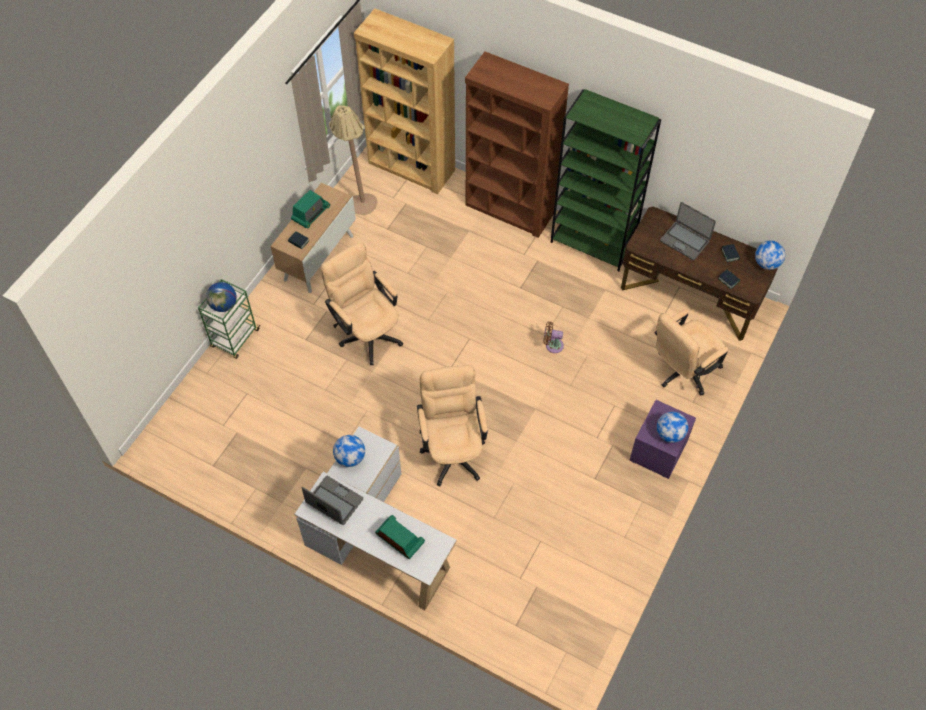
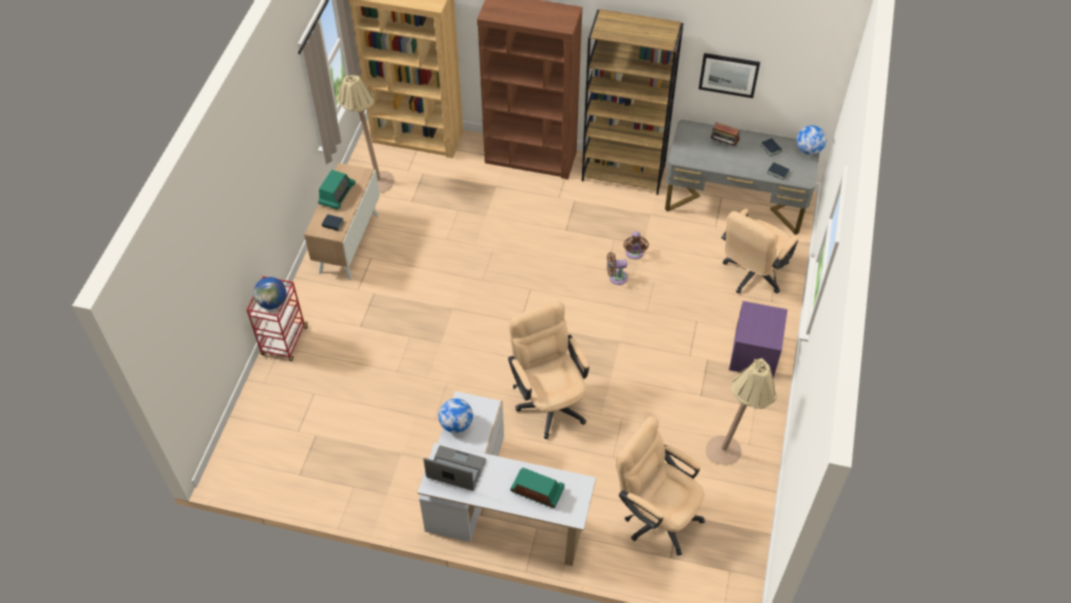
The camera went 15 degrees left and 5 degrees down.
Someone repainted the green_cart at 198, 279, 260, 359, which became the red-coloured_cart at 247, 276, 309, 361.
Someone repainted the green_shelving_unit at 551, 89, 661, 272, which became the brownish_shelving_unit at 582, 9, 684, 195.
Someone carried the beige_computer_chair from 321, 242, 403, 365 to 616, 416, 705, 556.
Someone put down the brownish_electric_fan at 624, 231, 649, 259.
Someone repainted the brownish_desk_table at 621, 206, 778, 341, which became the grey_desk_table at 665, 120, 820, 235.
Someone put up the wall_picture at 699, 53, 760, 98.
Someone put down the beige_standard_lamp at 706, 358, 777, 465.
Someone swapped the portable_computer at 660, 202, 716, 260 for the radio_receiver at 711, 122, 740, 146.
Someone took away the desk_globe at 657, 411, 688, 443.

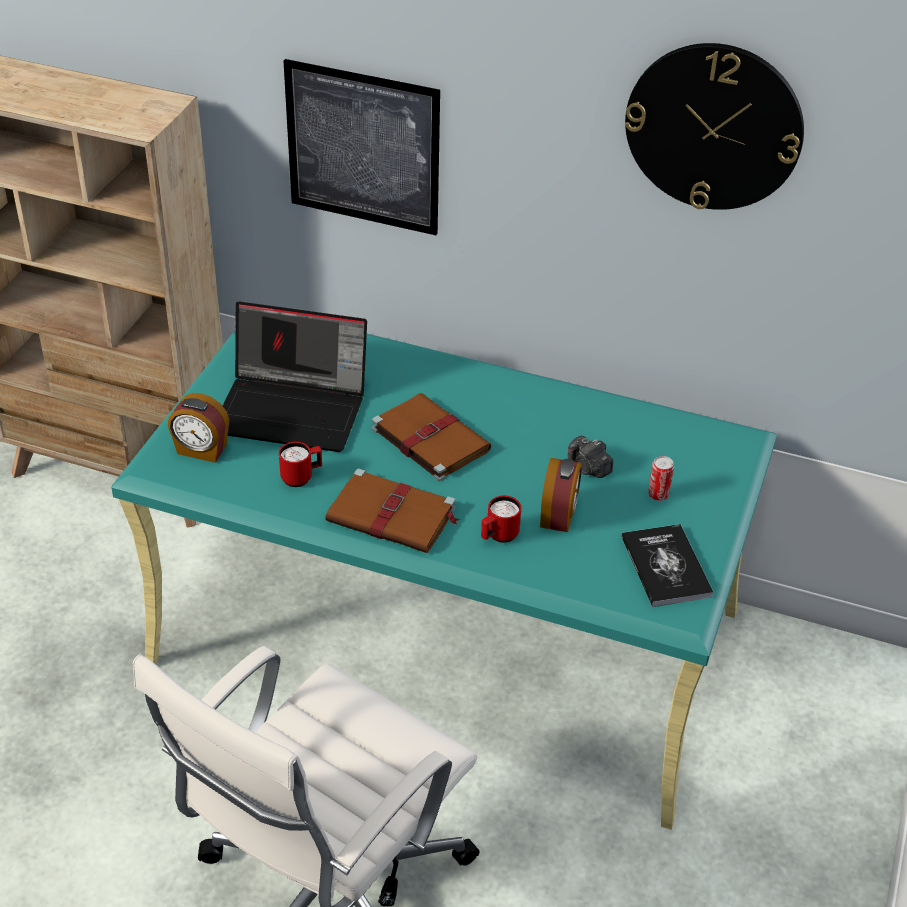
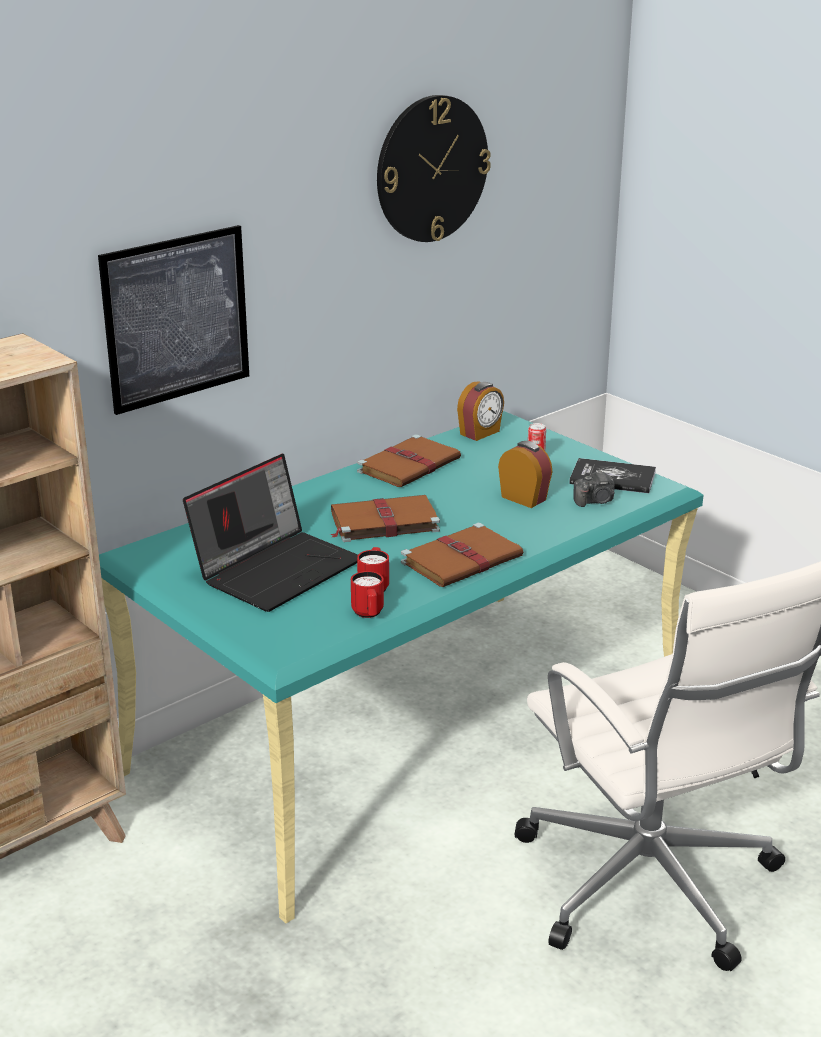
The camera went 60 degrees left and 15 degrees down.
Someone carried the red-coloured_mug from 481, 496, 521, 543 to 351, 571, 384, 618.
Someone put down the brownish_book at 357, 434, 461, 487.
Someone carried the alarm_clock from 168, 393, 229, 463 to 457, 381, 504, 441.
Someone carried the still_camera from 568, 435, 613, 478 to 573, 470, 615, 507.

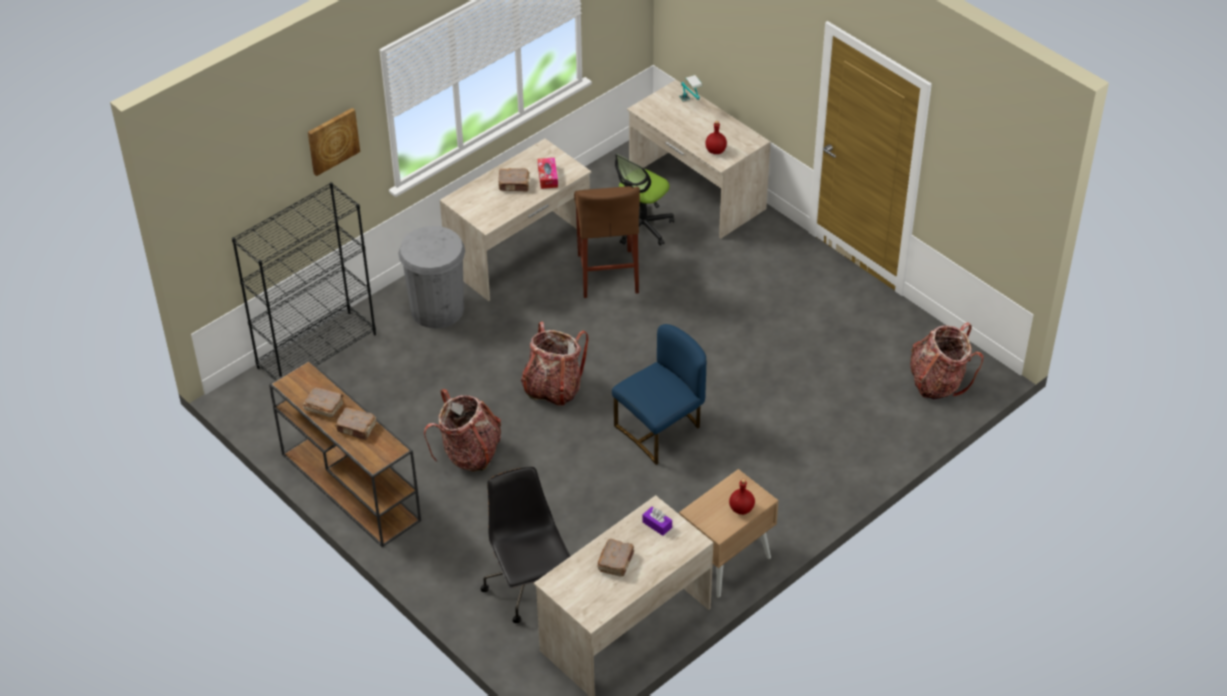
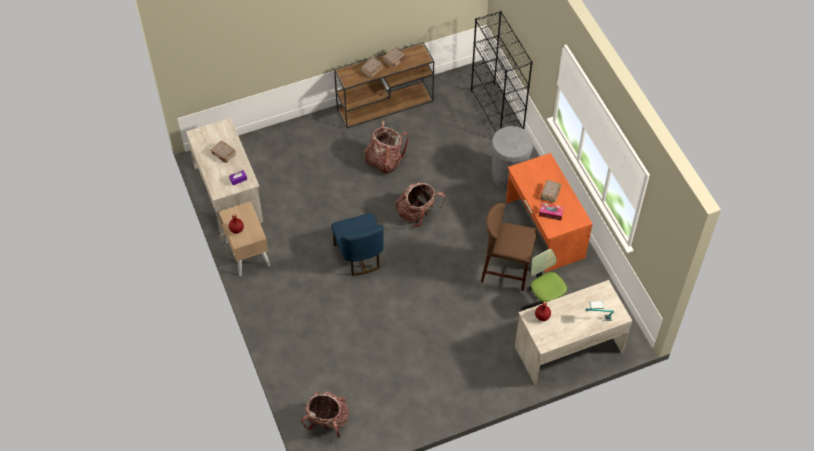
The camera went 110 degrees right and 10 degrees up.
Someone repainted the beige_desk_table at 440, 139, 591, 301, which became the orange-coloured_desk_table at 506, 153, 593, 273.
Someone took away the wall_picture at 308, 108, 360, 176.
Someone took away the black_computer_chair at 481, 467, 570, 623.

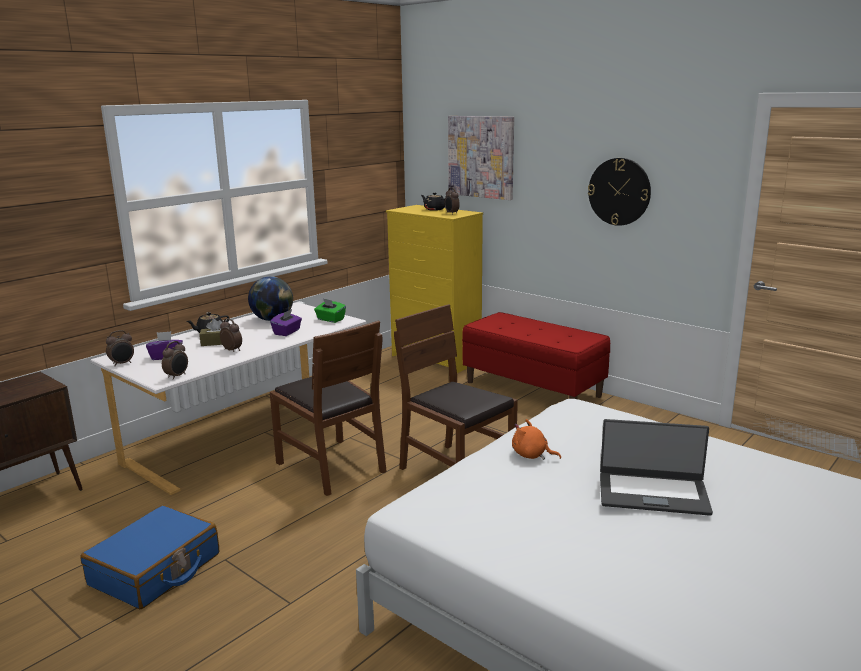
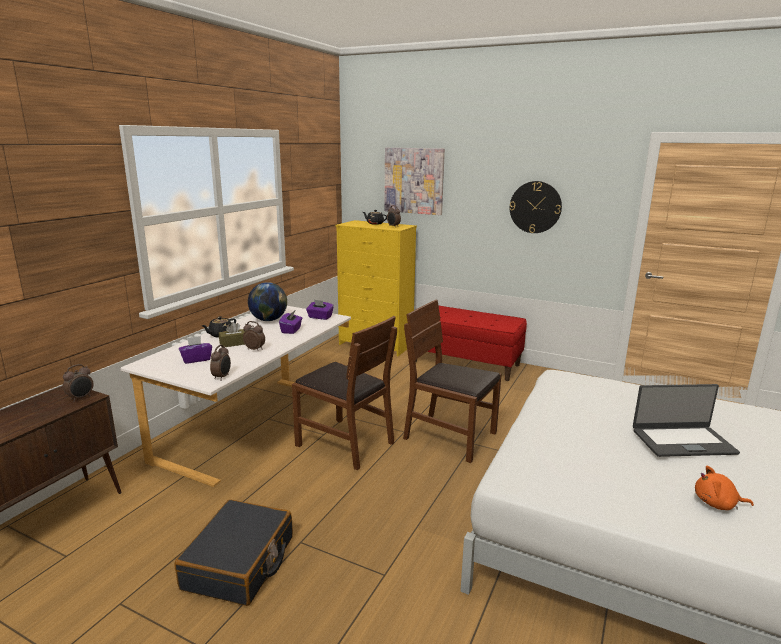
The camera went 15 degrees left and 0 degrees up.
Someone carried the alarm_clock from 106, 330, 134, 366 to 63, 364, 93, 402.
Someone repainted the blue_travel_case at 80, 505, 219, 609, which became the black_travel_case at 174, 500, 293, 606.
Someone repainted the green_tissue_holder at 314, 298, 346, 323, which became the purple-coloured_tissue_holder at 306, 300, 334, 320.
Someone carried the orange-coloured_plush_toy from 512, 419, 561, 460 to 695, 466, 754, 510.

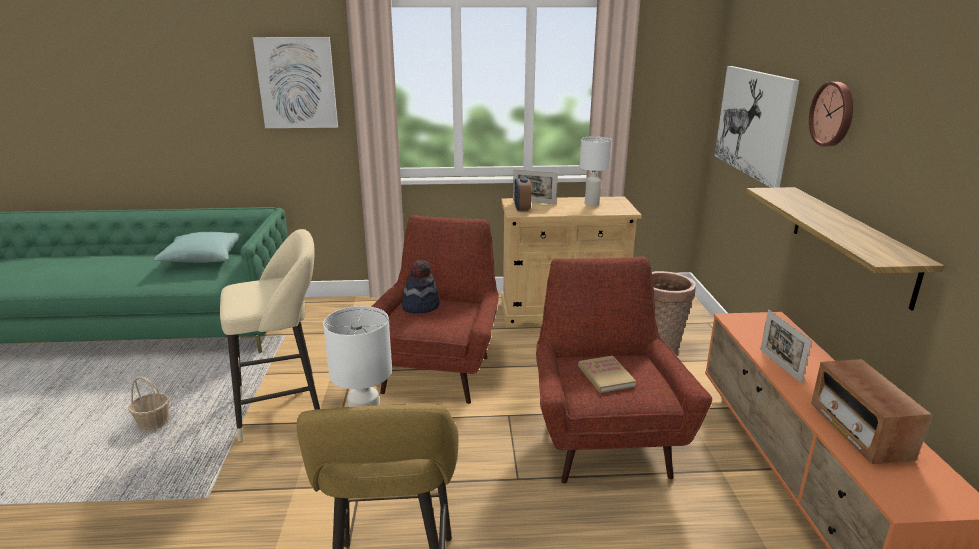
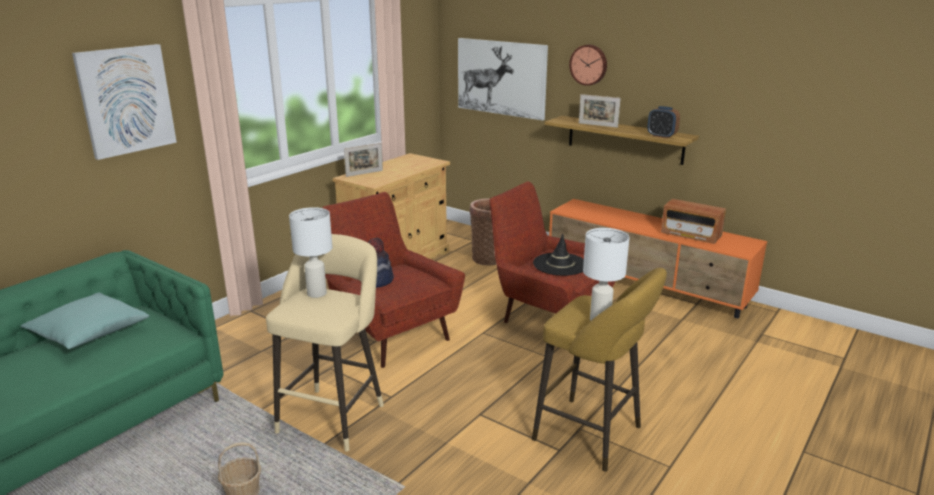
The camera went 50 degrees left and 0 degrees up.
Someone carried the whitish_lamp_for_a_table from 579, 136, 611, 206 to 289, 207, 333, 298.
Someone swapped the book at 578, 356, 636, 393 for the black_clothing_hat at 533, 233, 584, 276.
Someone carried the standing_frame from 760, 310, 812, 383 to 579, 94, 621, 128.
Someone carried the alarm_clock from 514, 177, 531, 211 to 647, 106, 680, 139.

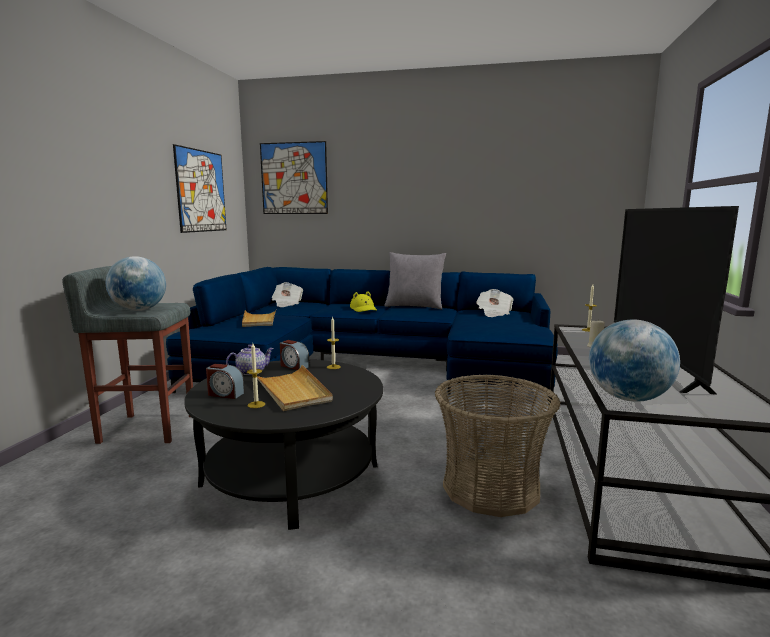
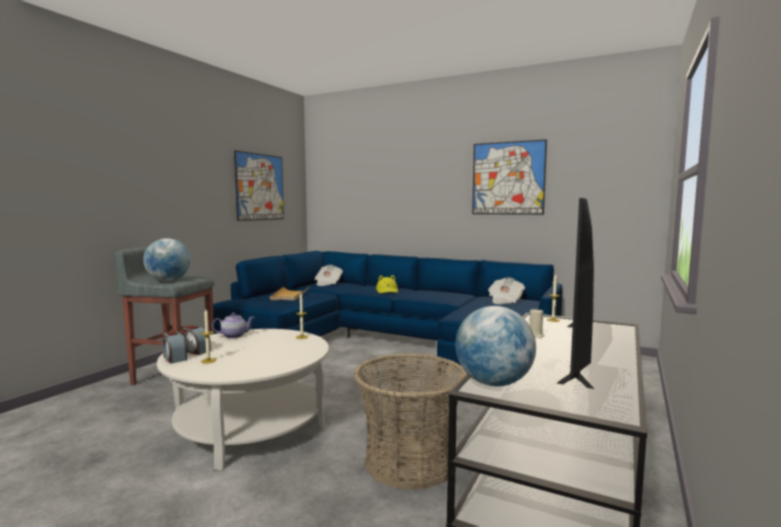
The camera went 15 degrees right and 5 degrees down.
Someone repainted the black_lounge_table at 184, 360, 383, 530, which became the whitish_lounge_table at 157, 329, 329, 470.
Someone carried the alarm_clock from 280, 340, 310, 370 to 162, 331, 187, 364.
Someone carried the wall_picture from 260, 141, 328, 214 to 472, 139, 547, 215.
Someone took away the beige_serving_tray at 257, 365, 333, 411.
Someone took away the grey_throw_pillow at 384, 252, 446, 310.

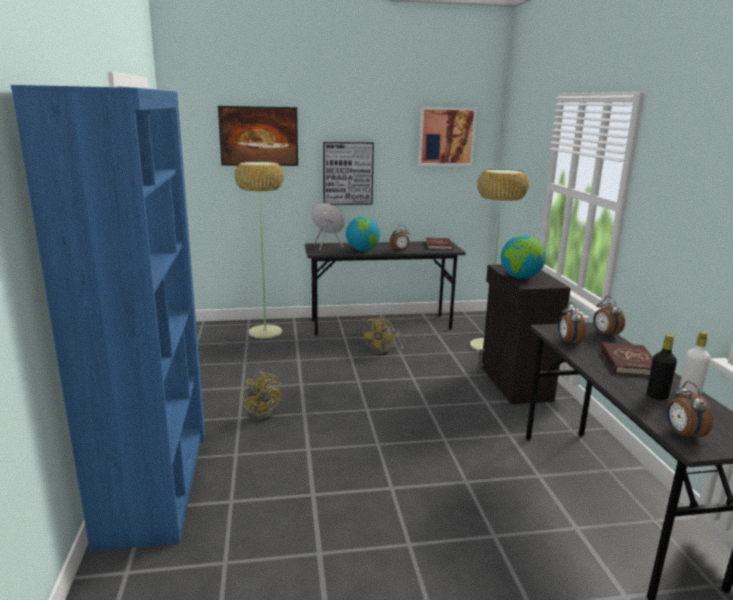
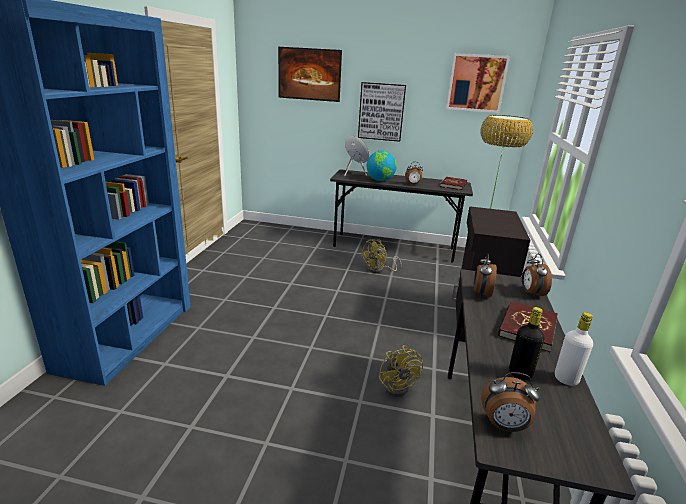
The camera went 20 degrees right and 5 degrees up.
Someone carried the yellow_electric_fan from 243, 371, 282, 422 to 379, 345, 423, 397.
Someone rotated the alarm_clock at 666, 381, 713, 441 by 90 degrees counterclockwise.
Someone took away the standard_lamp at 235, 161, 284, 339.
Someone took away the desk_globe at 501, 235, 546, 279.

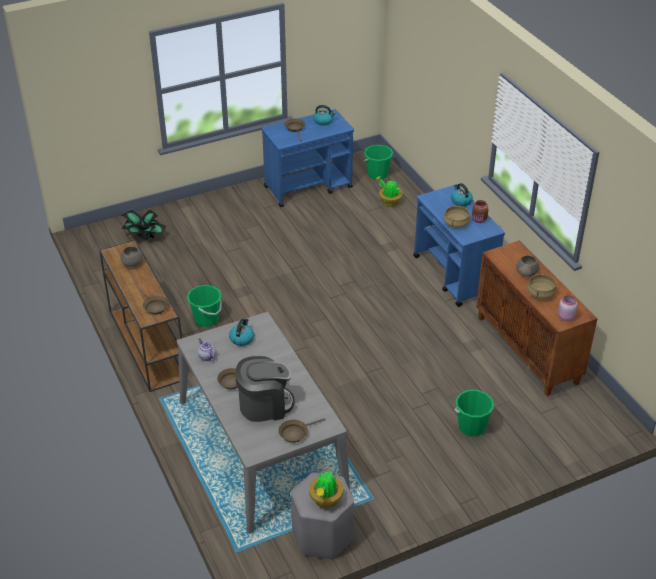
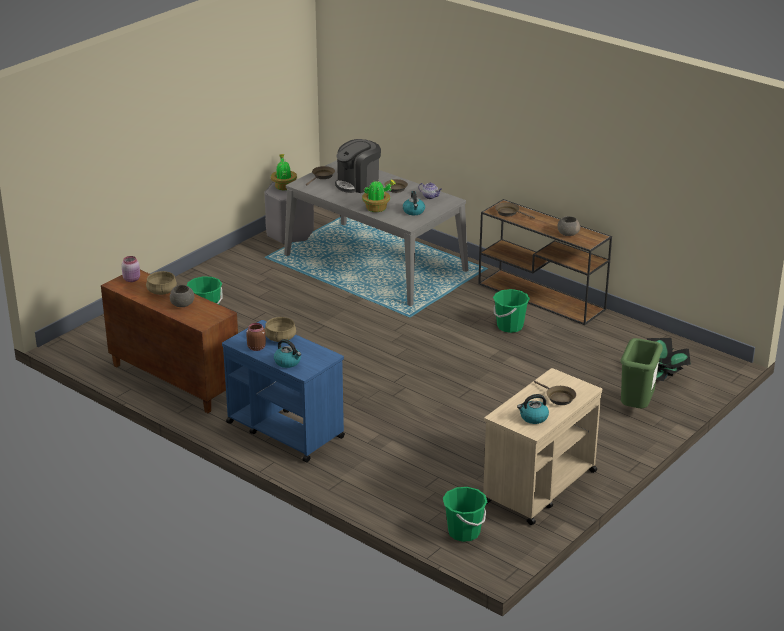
The camera went 155 degrees right and 10 degrees down.
Someone carried the potted_plant from 376, 176, 403, 207 to 362, 179, 396, 212.
Someone repainted the blue_cart at 261, 109, 354, 207, which became the beige_cart at 483, 368, 603, 525.
Someone put down the green_rubbish_bin at 620, 338, 663, 408.

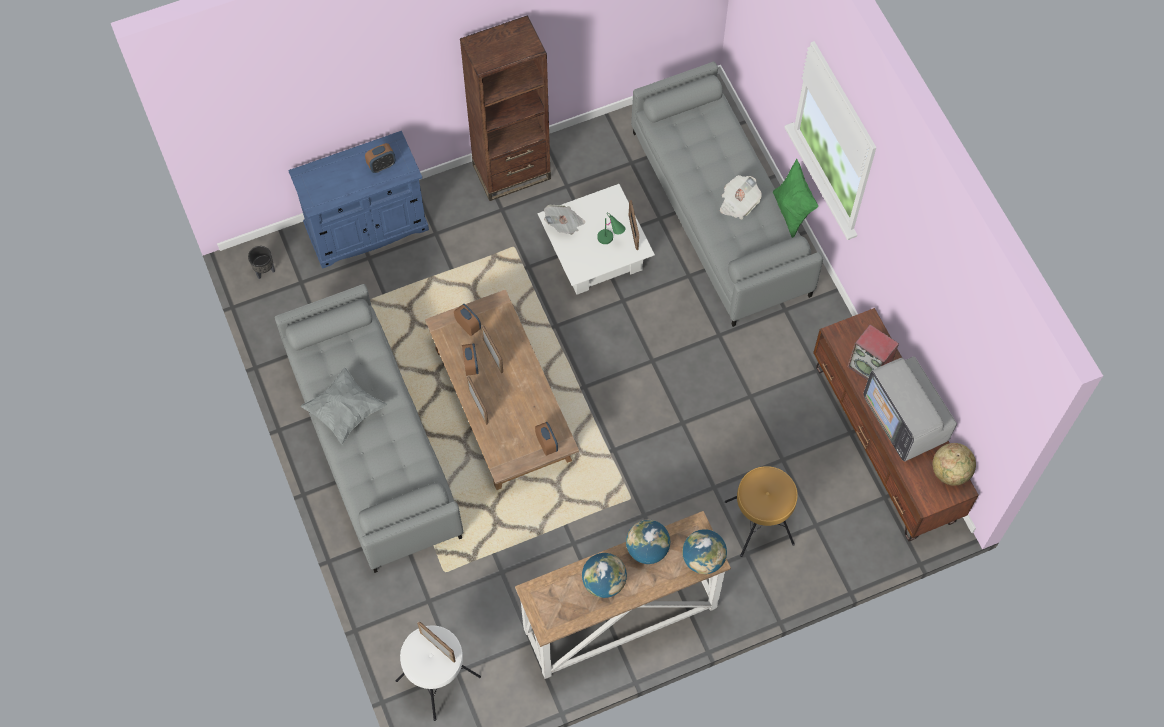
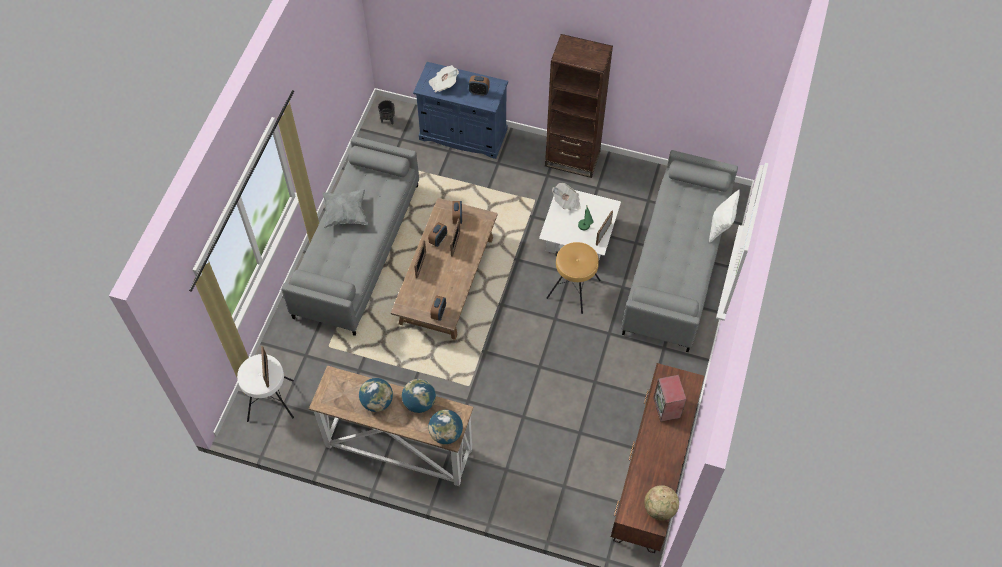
The camera went 40 degrees right and 5 degrees down.
Someone carried the printed_paper from 720, 175, 761, 219 to 429, 65, 459, 93.
Someone carried the brownish_sitting_stool from 725, 466, 798, 557 to 546, 242, 601, 314.
Someone put down the whitish_throw_pillow at 709, 189, 740, 243.
Someone took away the green_throw_pillow at 773, 159, 818, 238.
Someone took away the TV at 863, 356, 957, 461.

